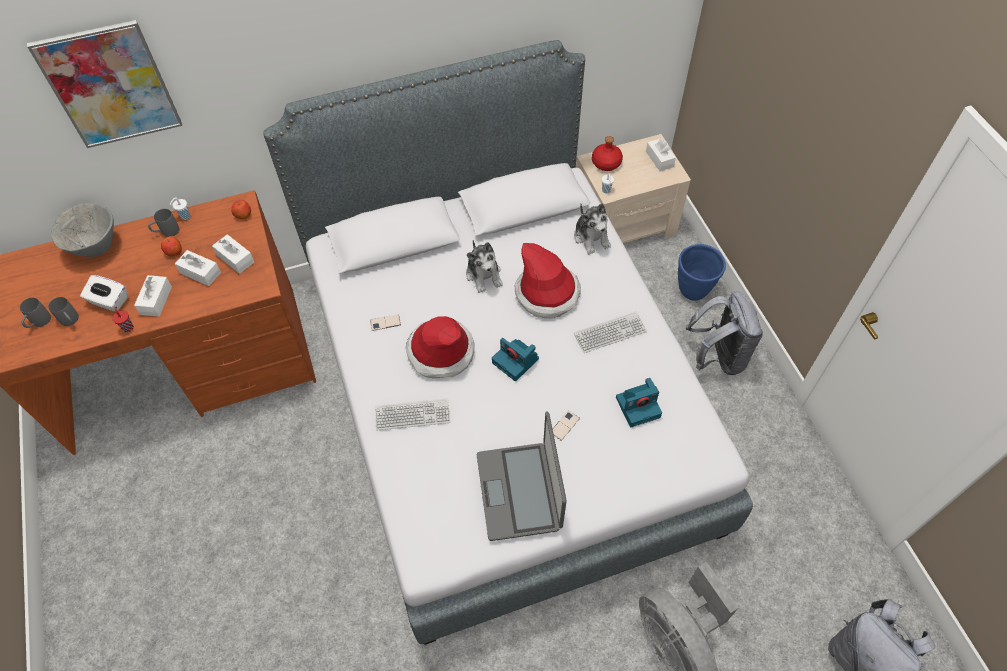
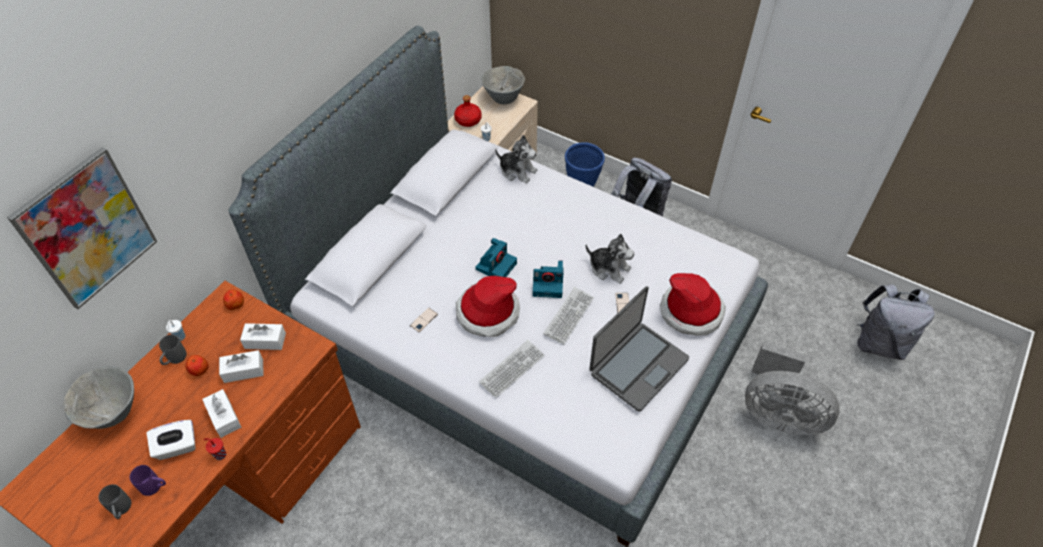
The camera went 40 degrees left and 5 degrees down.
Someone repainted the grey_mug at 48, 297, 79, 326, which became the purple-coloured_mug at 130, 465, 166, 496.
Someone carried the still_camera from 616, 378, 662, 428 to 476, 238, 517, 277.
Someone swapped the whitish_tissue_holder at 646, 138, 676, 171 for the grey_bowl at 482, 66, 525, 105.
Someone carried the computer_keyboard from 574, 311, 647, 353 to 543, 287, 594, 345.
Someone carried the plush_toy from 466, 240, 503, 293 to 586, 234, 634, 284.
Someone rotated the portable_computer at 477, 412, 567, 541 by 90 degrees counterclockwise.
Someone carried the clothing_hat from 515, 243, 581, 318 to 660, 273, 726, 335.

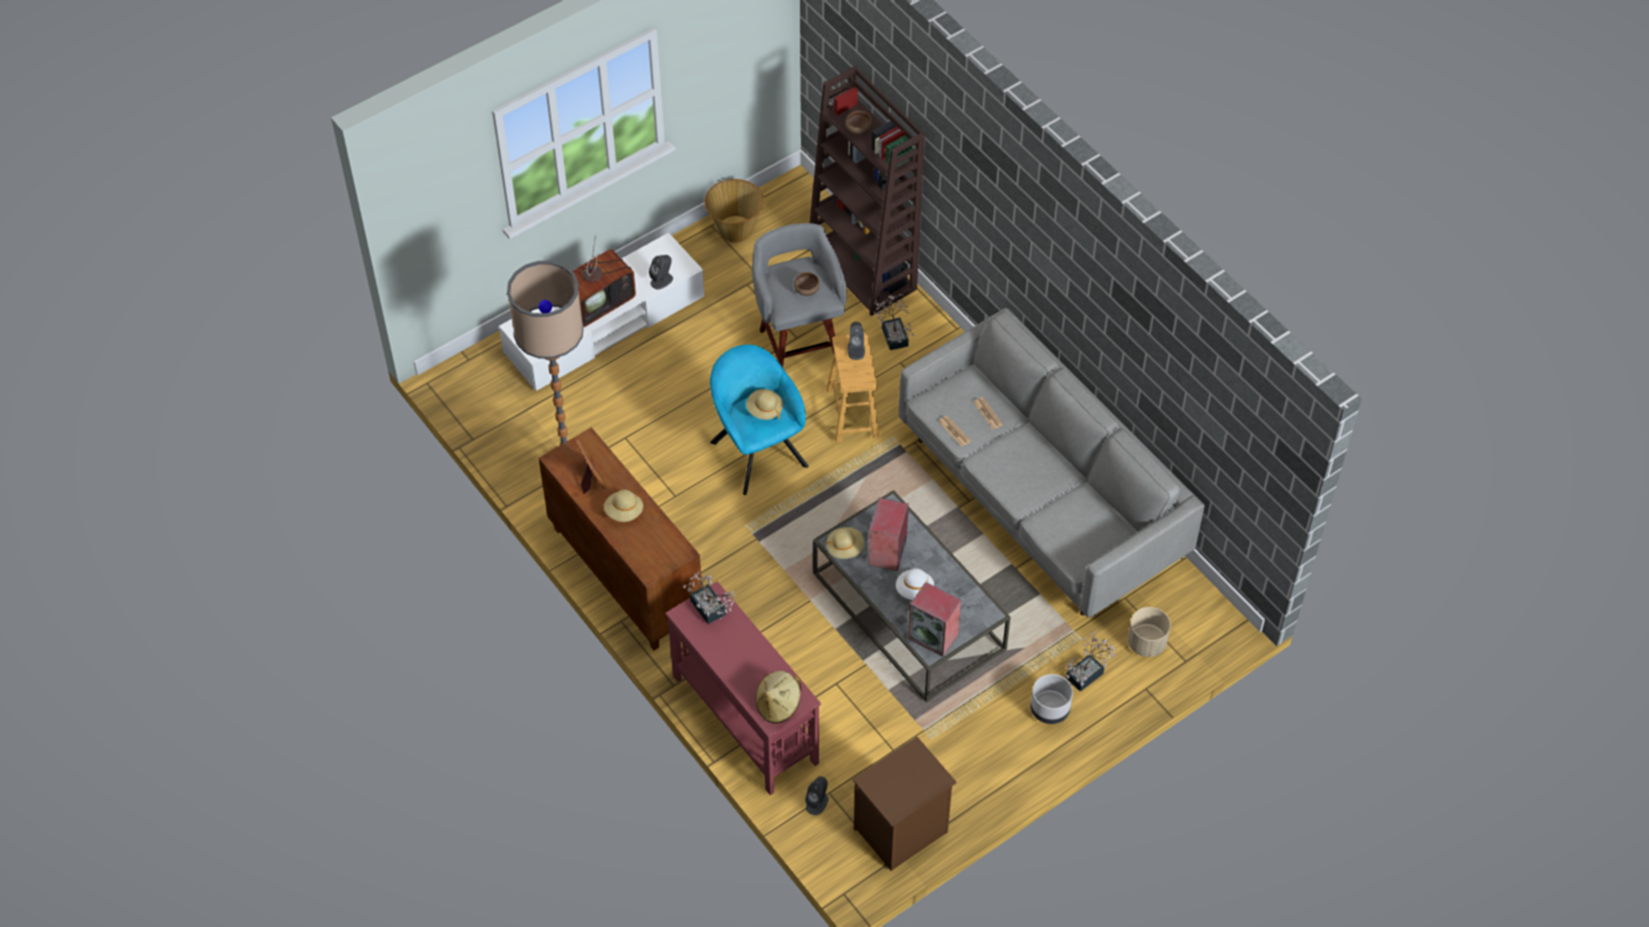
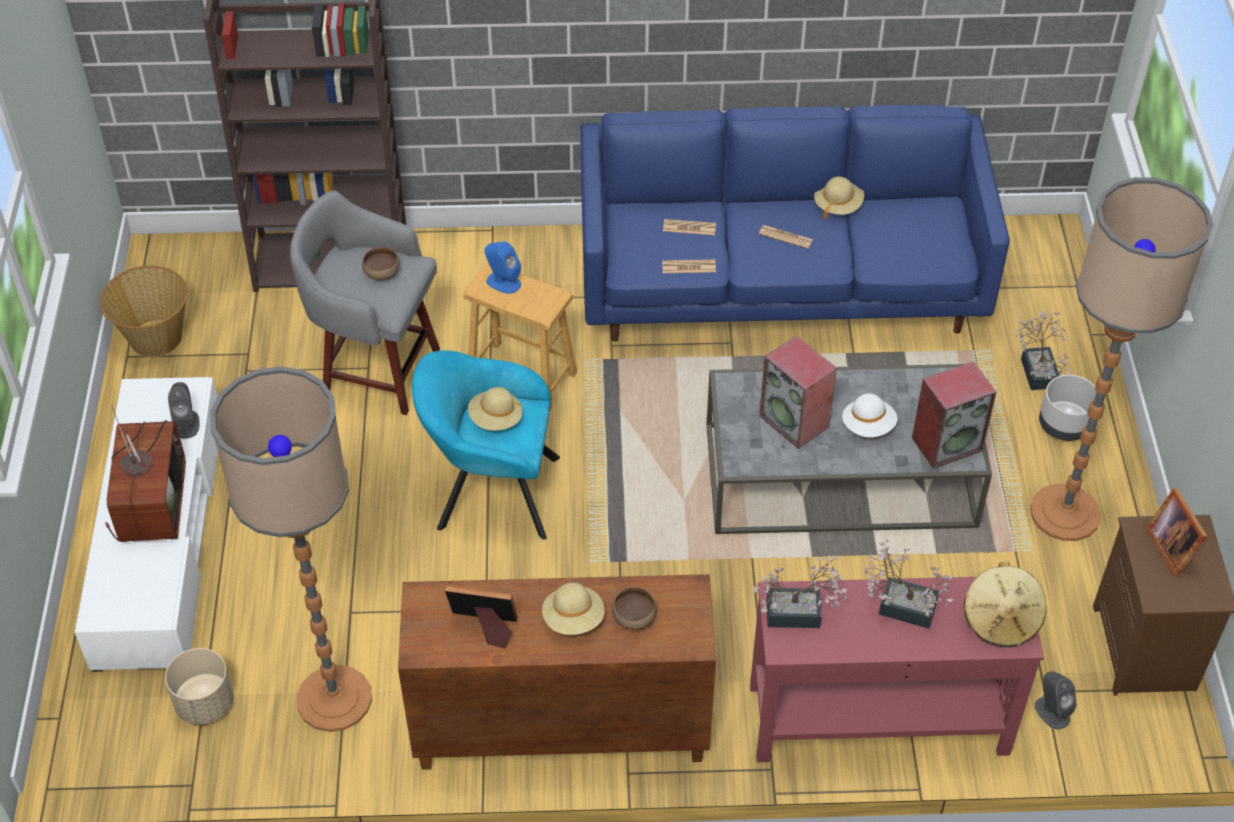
The camera went 55 degrees left and 5 degrees down.
Someone carried the beige_planter from 1128, 607, 1171, 657 to 165, 648, 234, 725.
Someone repainted the grey_loudspeaker at 847, 322, 865, 360, which became the blue_loudspeaker at 484, 241, 521, 294.
Someone repainted the grey_couch at 899, 308, 1205, 617, which became the blue_couch at 580, 105, 1010, 341.
Someone carried the brownish_bowl from 846, 111, 872, 134 to 612, 587, 657, 630.
Someone put down the printed_paper at 759, 225, 813, 249.
Someone carried the beige_clothing_hat from 826, 527, 864, 559 to 814, 177, 864, 220.
Someone carried the potted_plant from 874, 294, 914, 350 to 865, 540, 954, 629.
Someone put down the standard_lamp at 1030, 177, 1213, 541.
Someone put down the standing_frame at 1146, 488, 1208, 577.

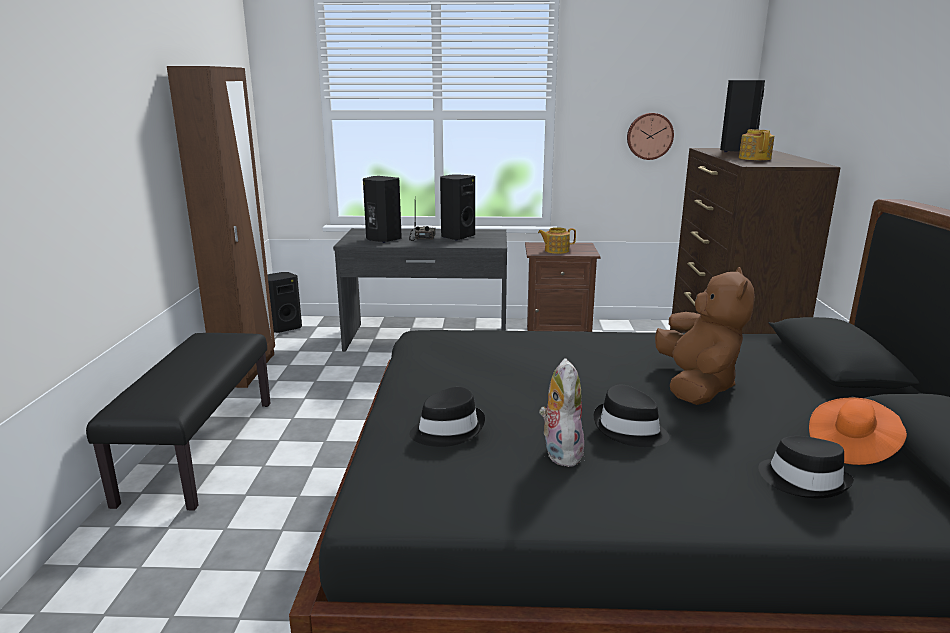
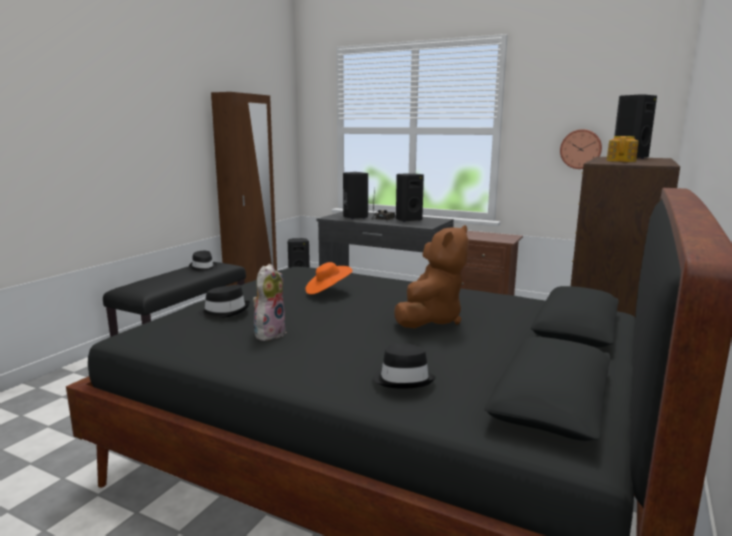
The camera went 25 degrees right and 5 degrees down.
Someone carried the black_clothing_hat from 594, 385, 669, 447 to 189, 251, 217, 272.
Someone carried the orange-coloured_clothing_hat from 809, 397, 907, 465 to 305, 262, 353, 294.
Someone took away the tea_pot at 538, 227, 576, 254.

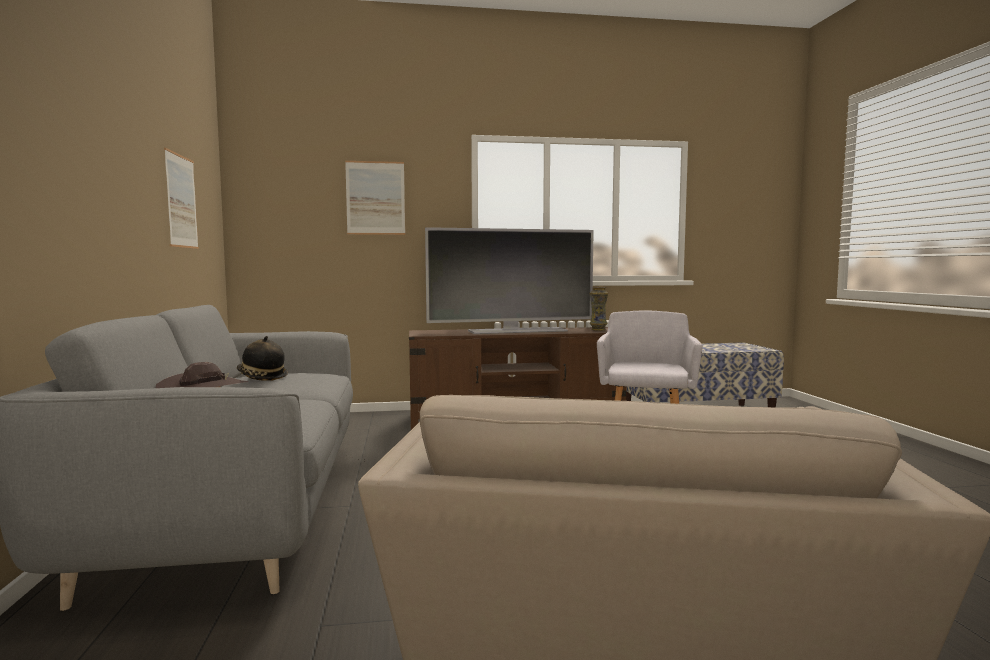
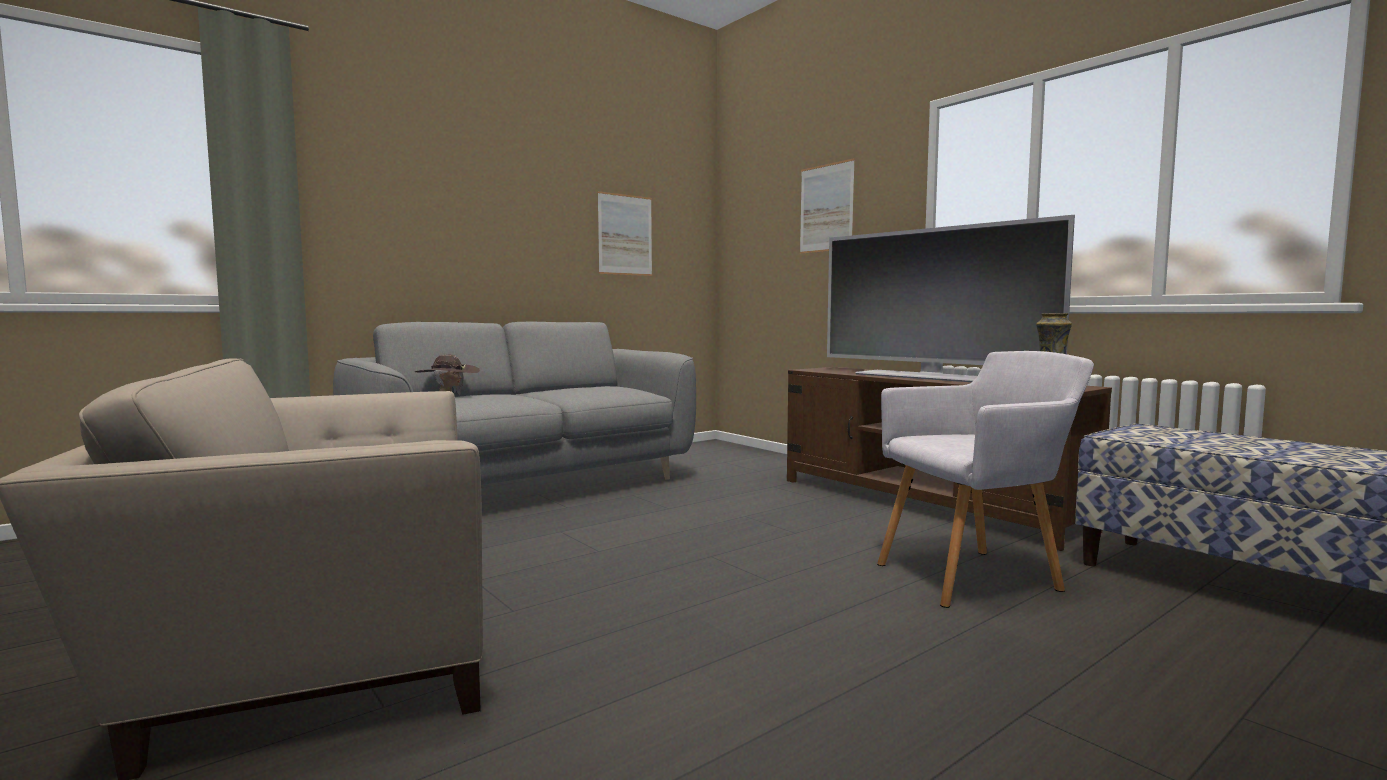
The camera went 60 degrees right and 0 degrees up.
Someone took away the clothing_hat at 237, 336, 288, 381.

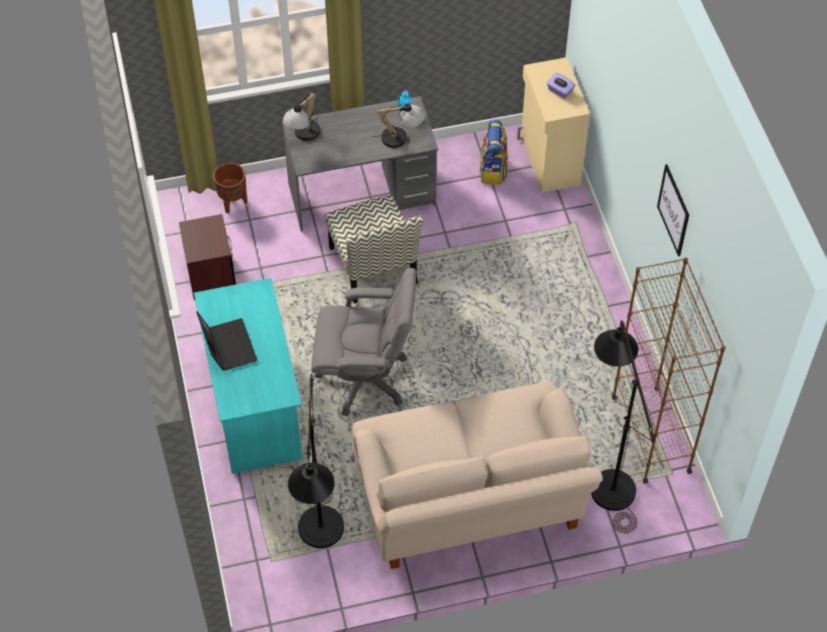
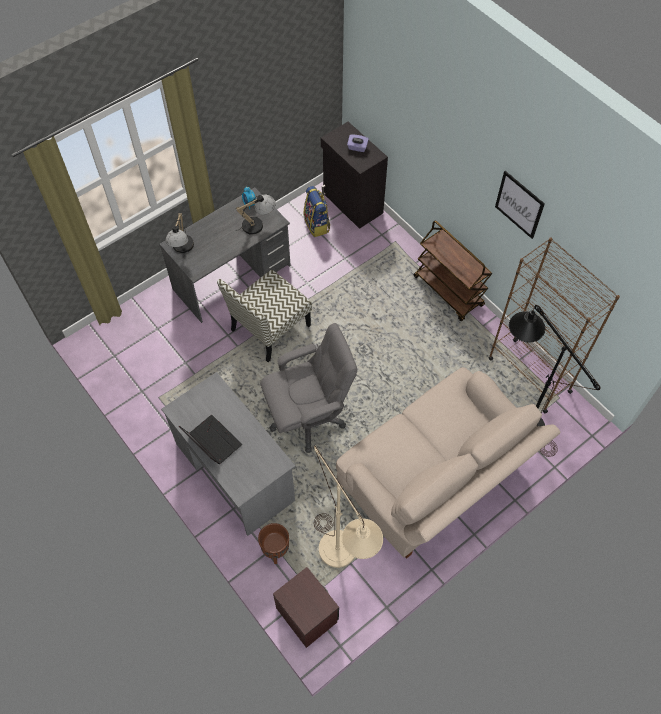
The camera went 25 degrees left and 5 degrees up.
Someone repainted the turquoise_desk_table at 194, 278, 302, 474, which became the grey_desk_table at 161, 372, 296, 536.
Someone rotated the chair at 325, 194, 423, 303 by 90 degrees clockwise.
Someone carried the brownish_planter from 213, 163, 247, 213 to 258, 523, 289, 564.
Someone carried the brownish_bedside_table from 179, 214, 236, 300 to 273, 567, 339, 648.
Someone repainted the black_standard_lamp at 288, 374, 344, 548, which became the beige_standard_lamp at 314, 445, 383, 568.
Someone repainted the beige_storage_cabinet at 517, 57, 590, 193, which became the black_storage_cabinet at 321, 122, 388, 229.
Someone put down the brownish_cart at 413, 220, 492, 321.

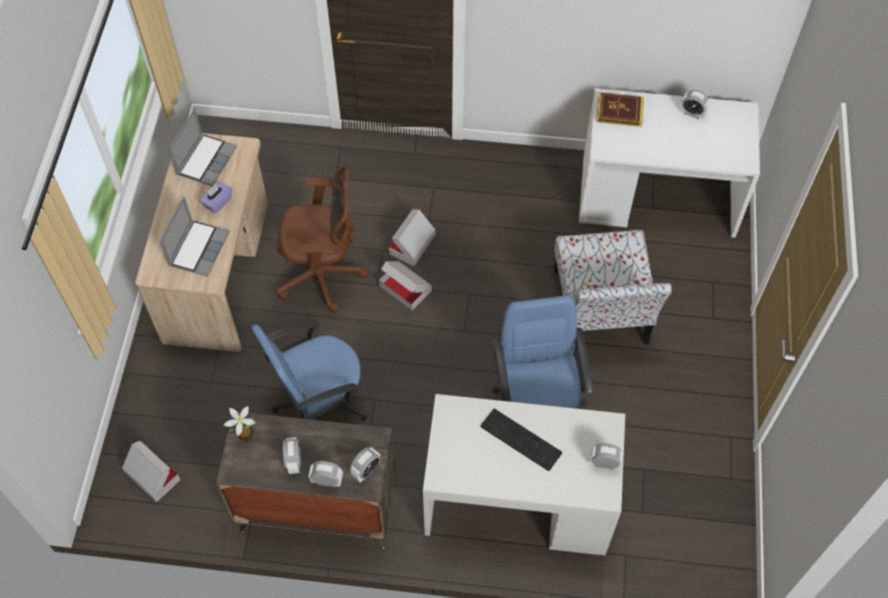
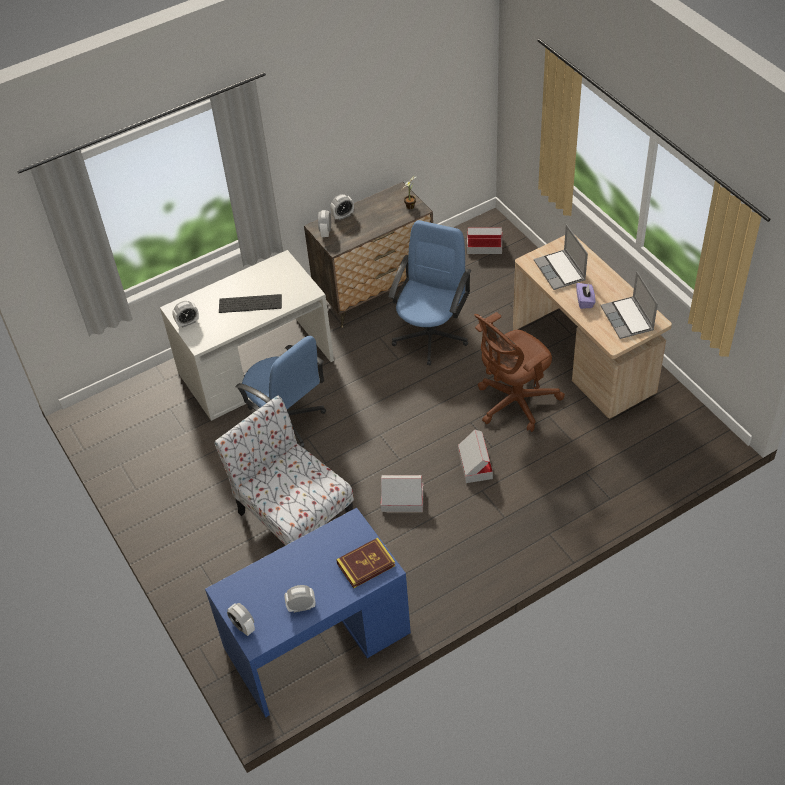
The camera went 145 degrees right and 10 degrees down.
Someone repainted the whitish_desk_table at 579, 89, 760, 238, which became the blue_desk_table at 205, 508, 411, 717.
Someone carried the alarm_clock from 283, 437, 301, 474 to 227, 603, 255, 636.
Someone carried the packing_box from 379, 261, 432, 311 to 381, 475, 424, 512.

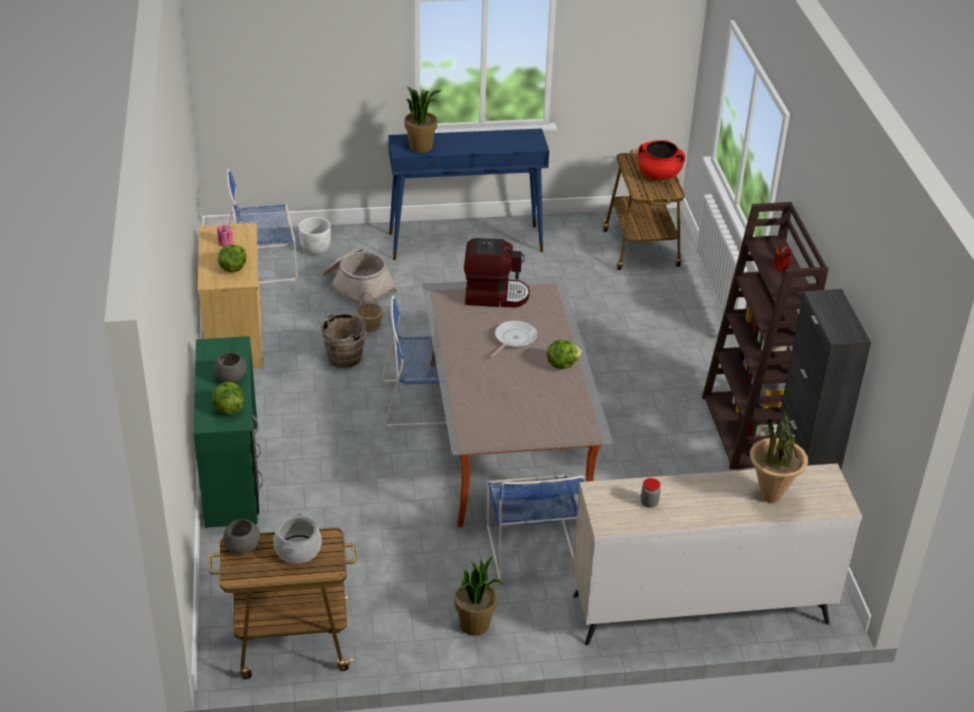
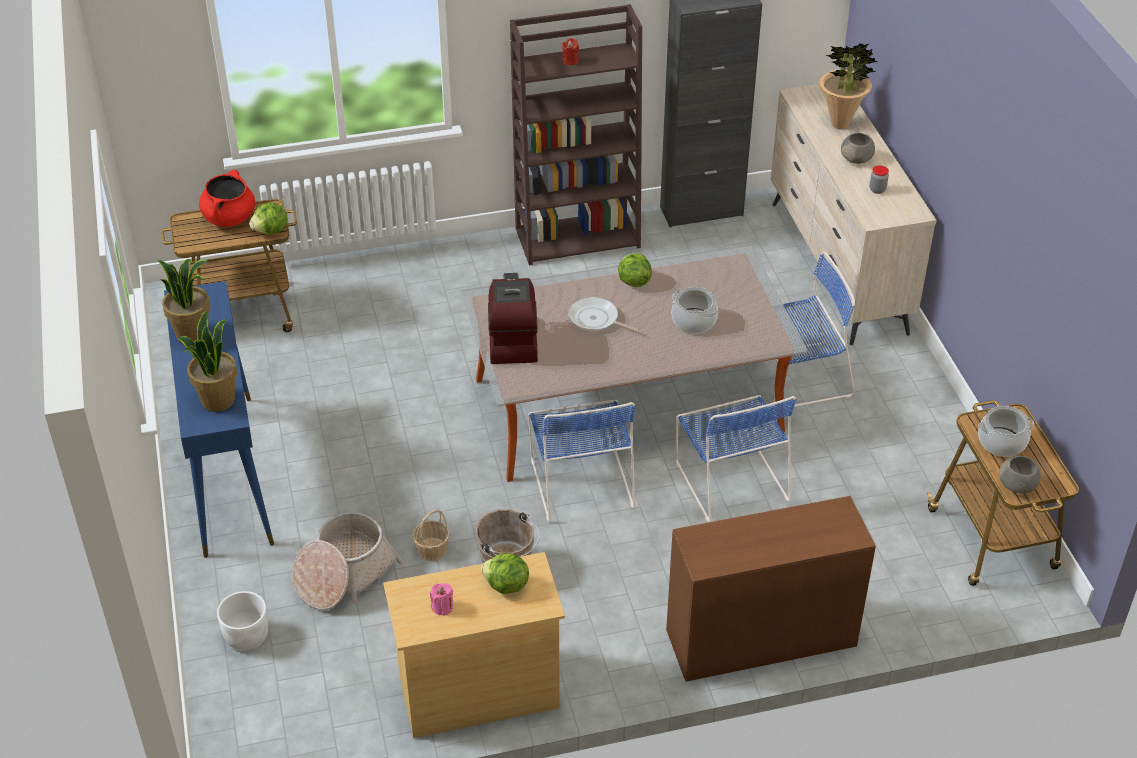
The camera went 95 degrees left and 5 degrees up.
Someone carried the potted_plant from 454, 556, 504, 636 to 157, 259, 211, 343.
Someone carried the lettuce from 212, 382, 244, 414 to 249, 203, 288, 235.
Someone repainted the green_desk_table at 193, 336, 263, 528, which became the brownish_desk_table at 666, 496, 876, 682.
Someone put down the stockpot at 671, 287, 718, 334.
Someone carried the blue_chair from 227, 169, 297, 284 to 675, 395, 796, 522.
Someone carried the grey_bowl from 214, 352, 247, 382 to 841, 133, 875, 164.

